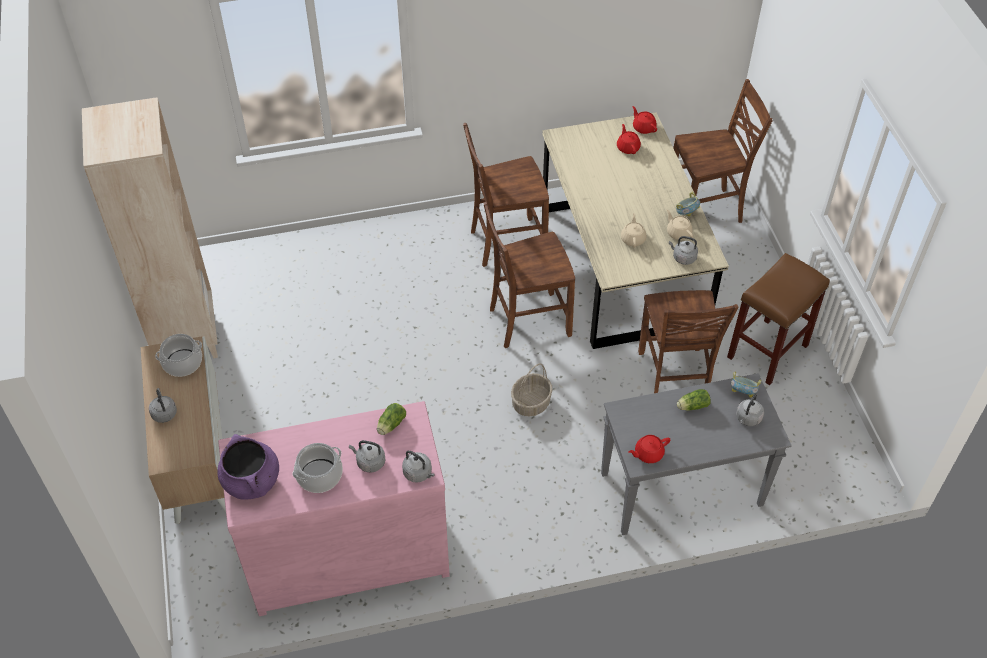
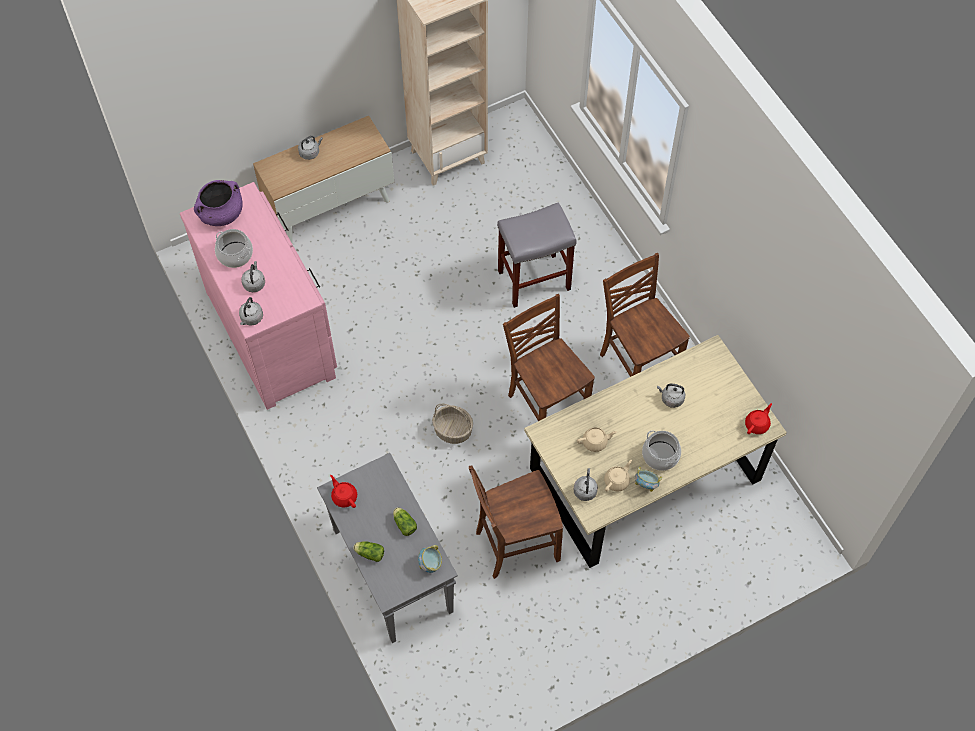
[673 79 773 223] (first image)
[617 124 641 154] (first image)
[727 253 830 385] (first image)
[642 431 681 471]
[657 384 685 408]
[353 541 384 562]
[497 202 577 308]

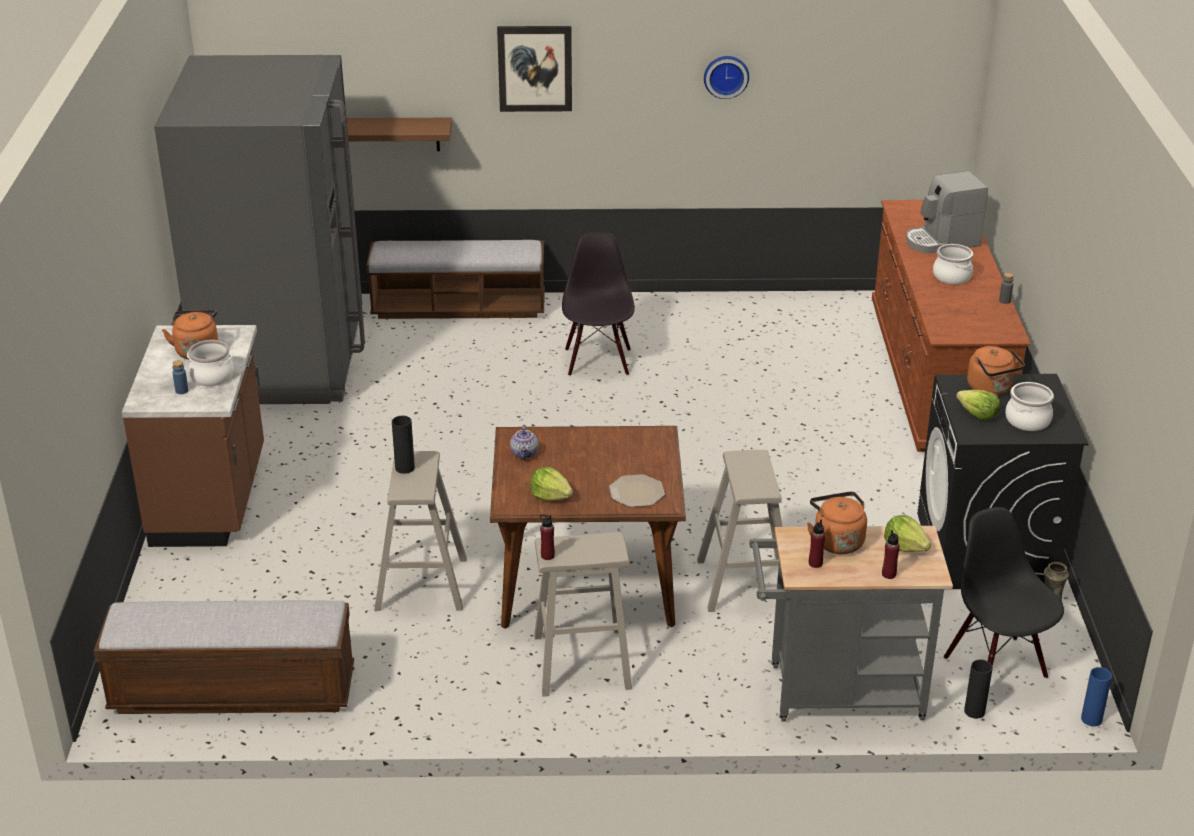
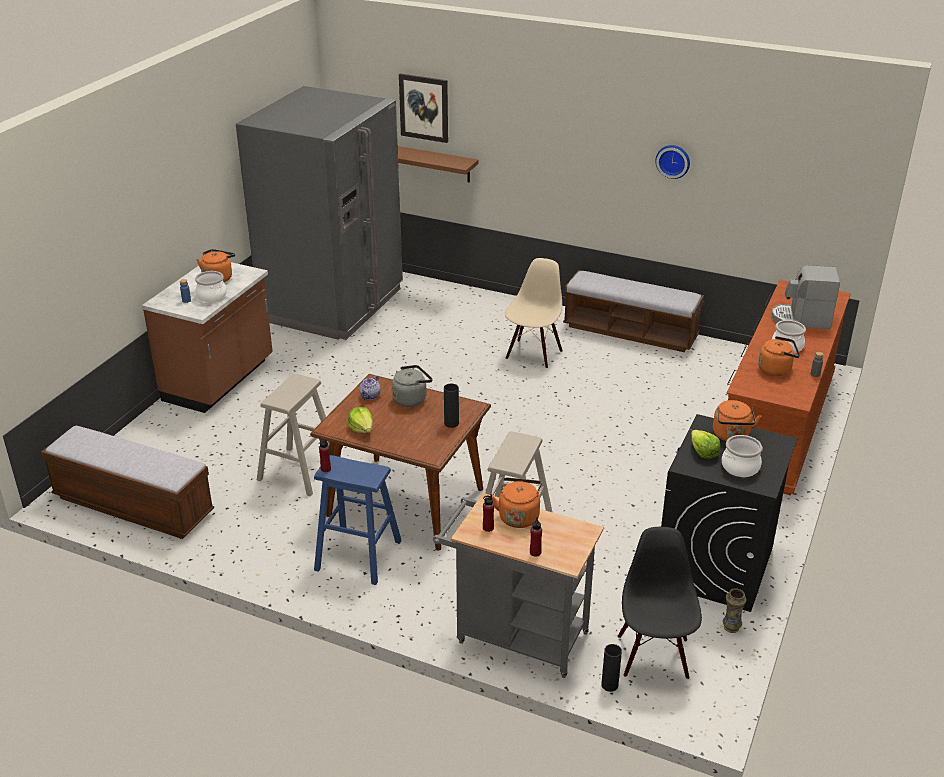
[399 73 448 143]
[505 258 563 369]
[563 270 704 352]
[444 383 459 428]
[609 474 665 507] (first image)
[884 515 931 552] (first image)
[314 455 402 585]
[1081 667 1112 726] (first image)
[758 336 800 376]
[392 365 433 407]

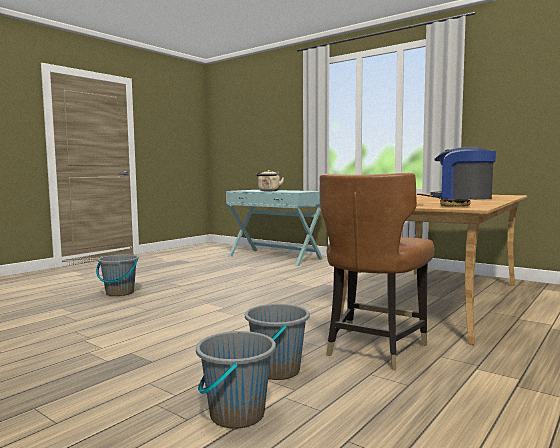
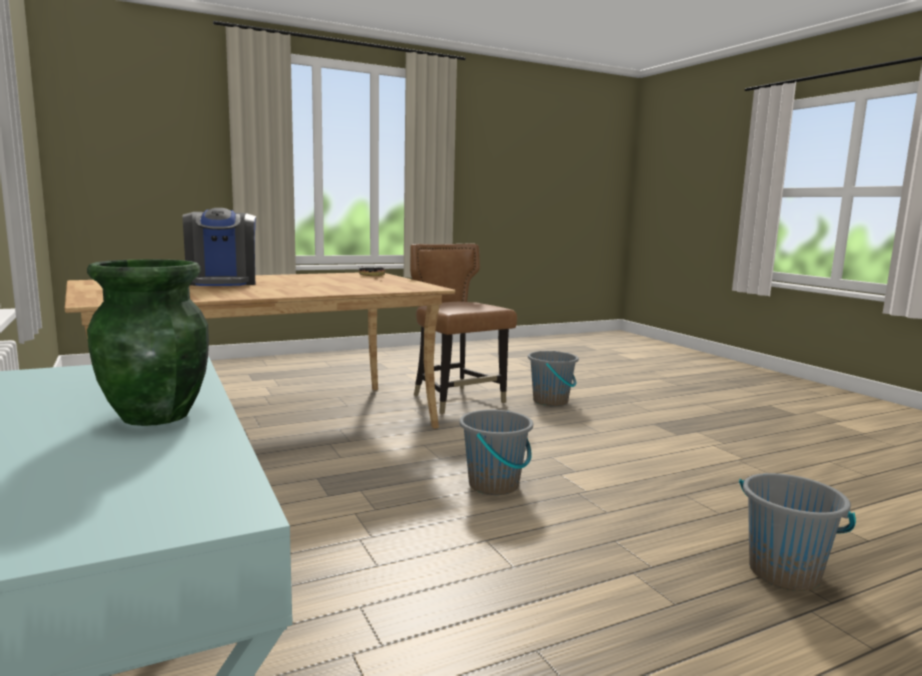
[87 259 209 426]
[410 244 517 414]
[459 410 533 495]

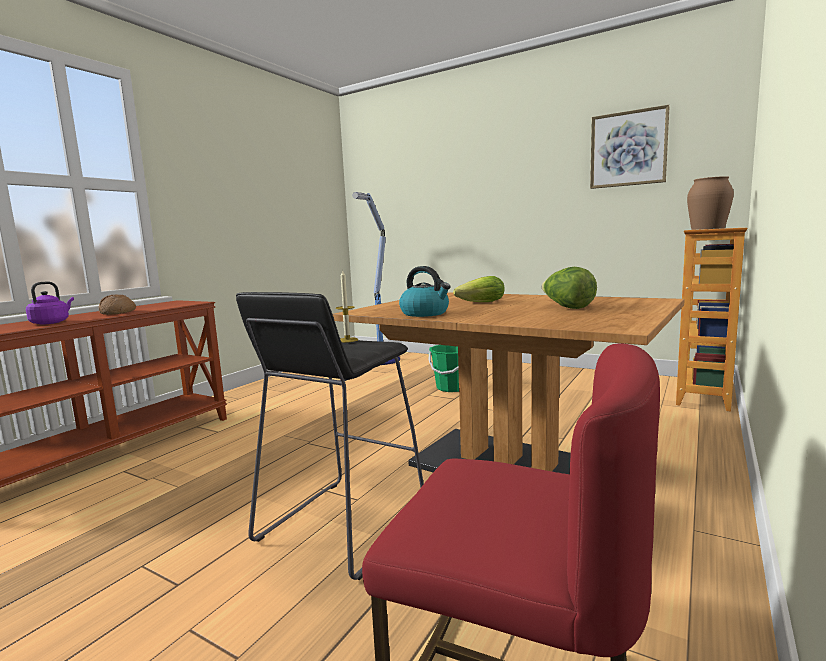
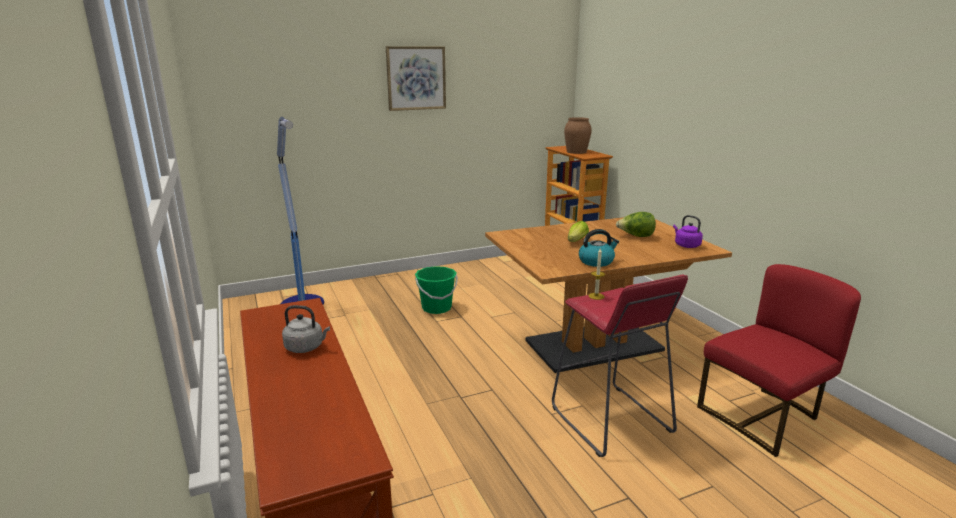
[386 46 446 111]
[673 215 703 248]
[552 275 688 457]
[282 305 330 353]

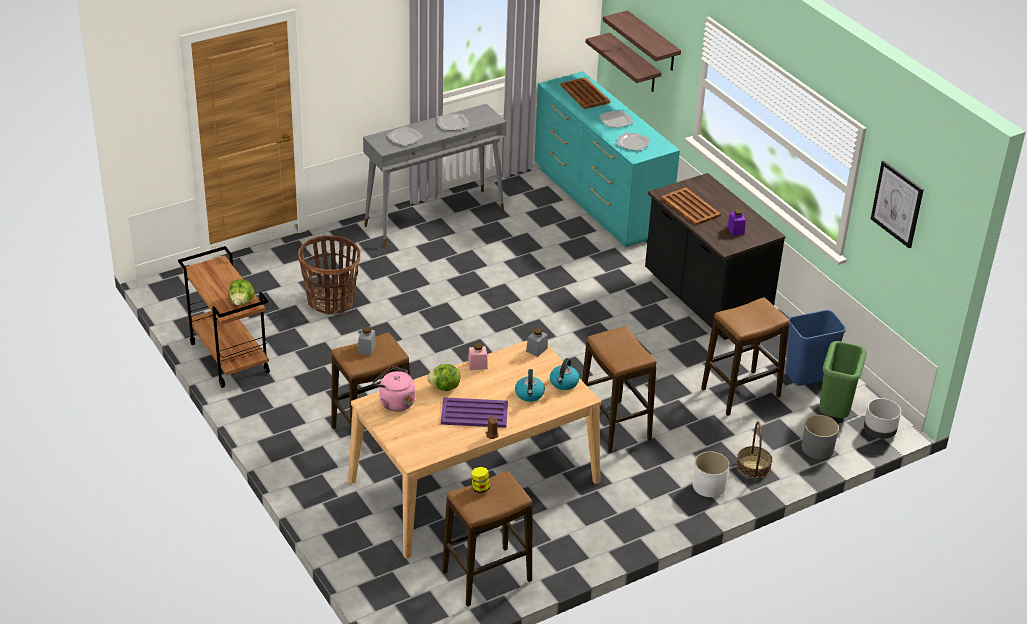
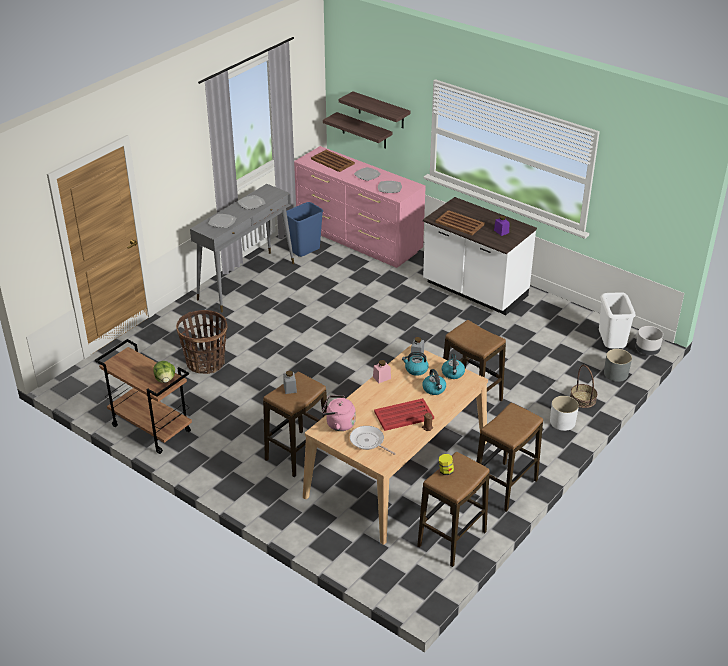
[294 146 426 268]
[871 161 924 248] (first image)
[423 197 537 315]
[477 402 543 512]
[286 202 323 257]
[599 292 636 349]
[427 364 460 391] (first image)
[374 398 434 431]
[402 352 429 376]
[350 426 396 455]

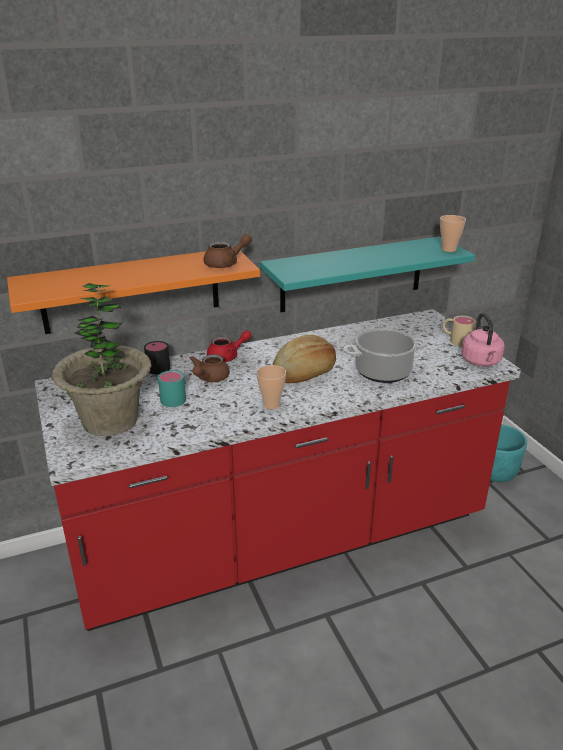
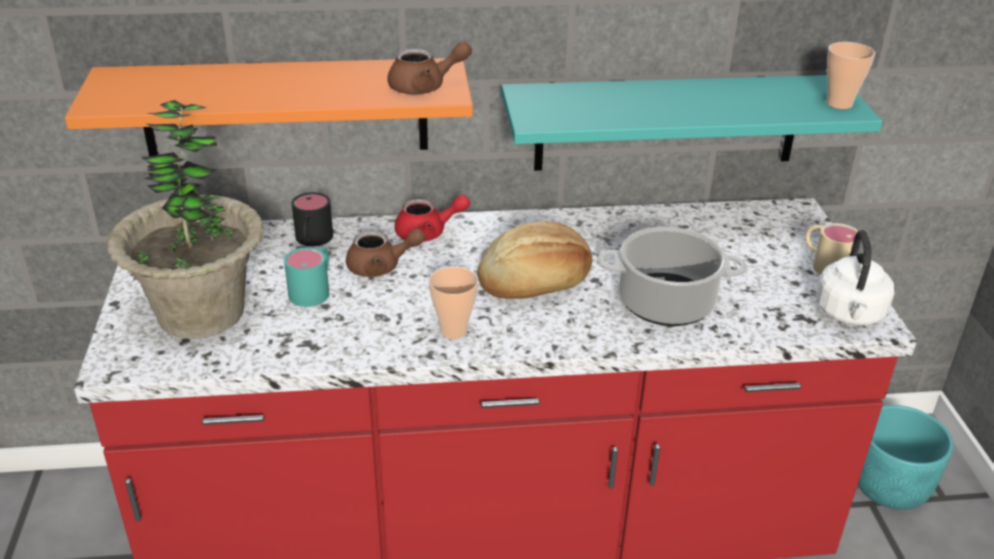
[816 230 894 325]
[346 228 426 277]

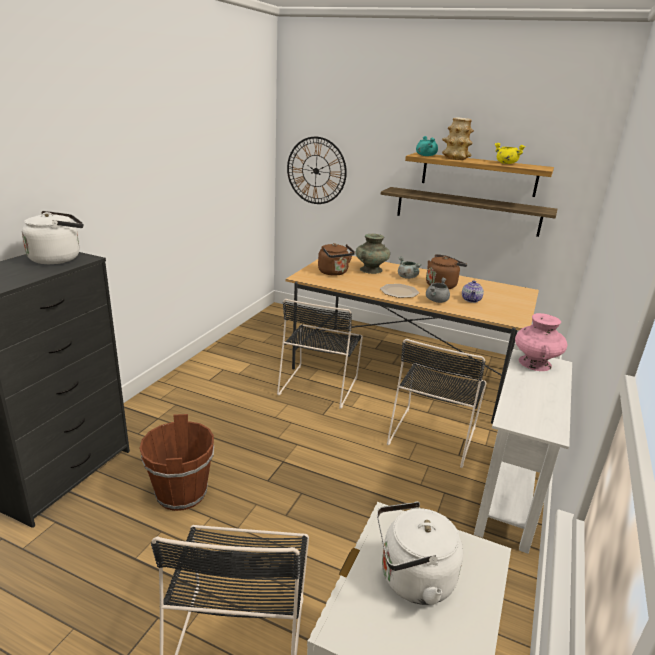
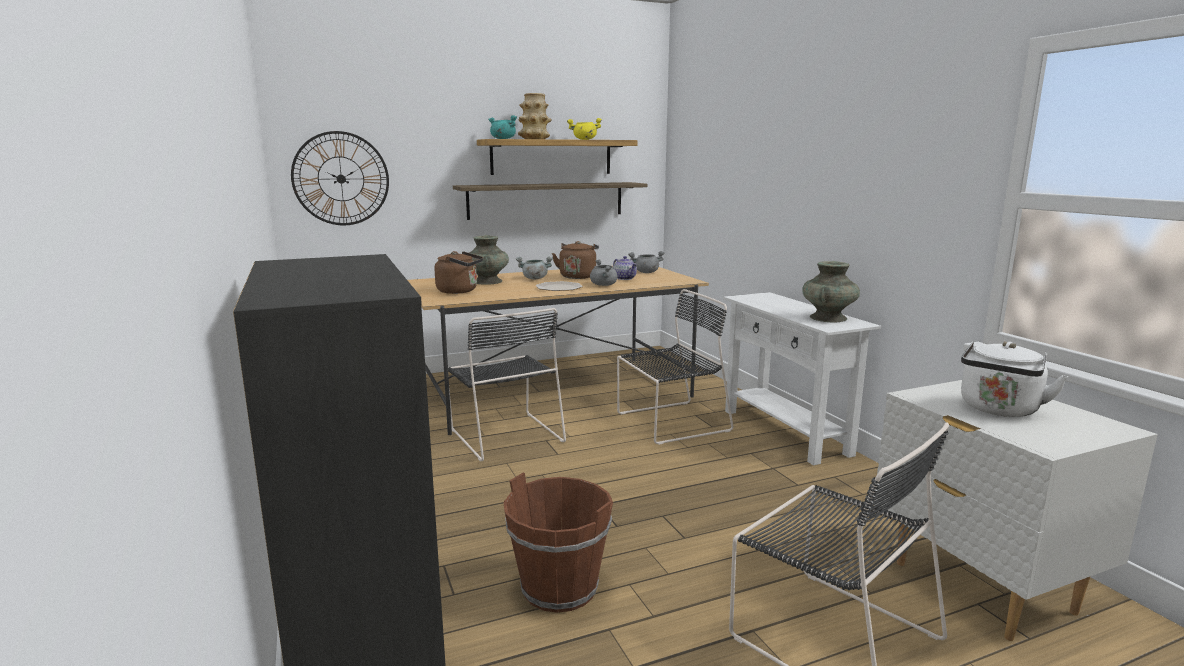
[22 211 83 264] (first image)
[515 313 567 371] (first image)
[617 289 733 445]
[628 251 664 273]
[802 261 860 322]

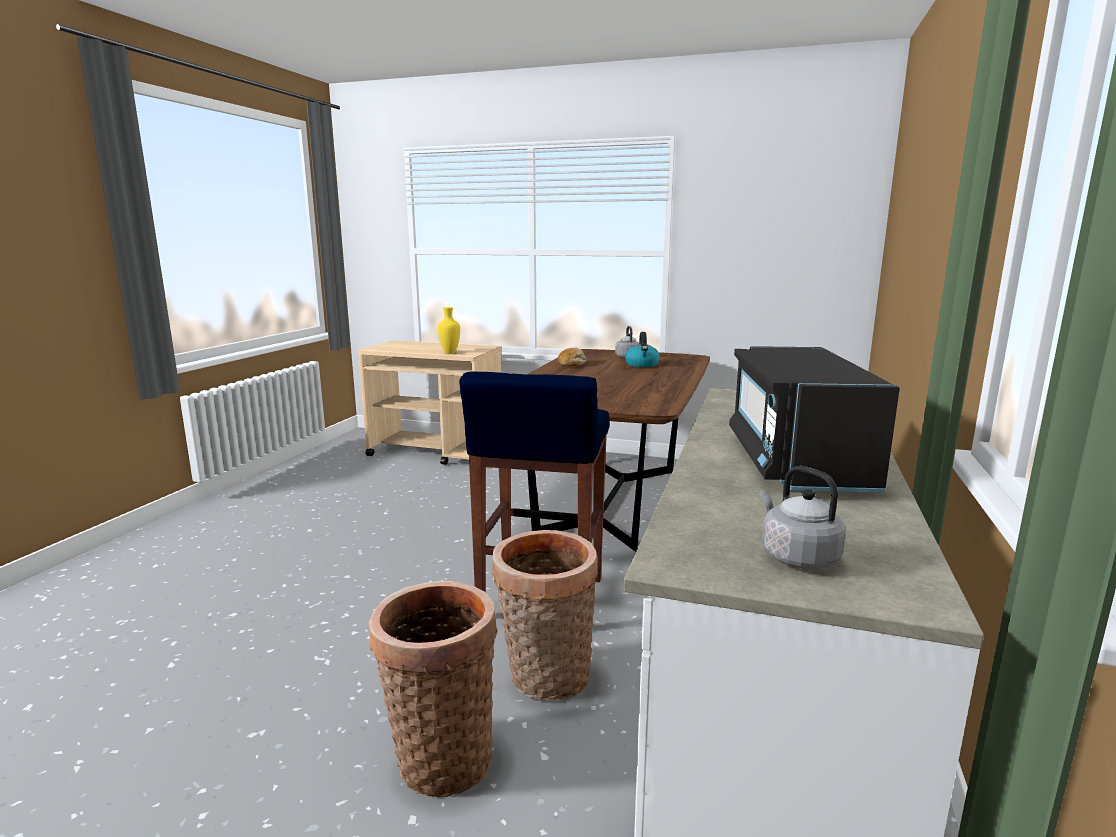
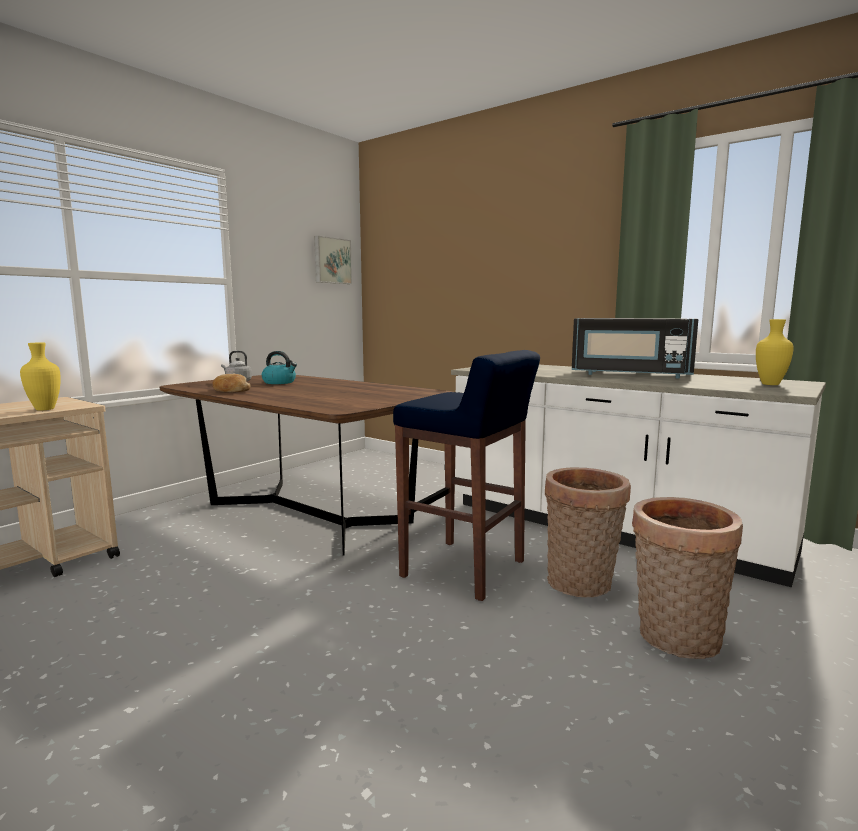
[756 319 794 385]
[314 236 352 284]

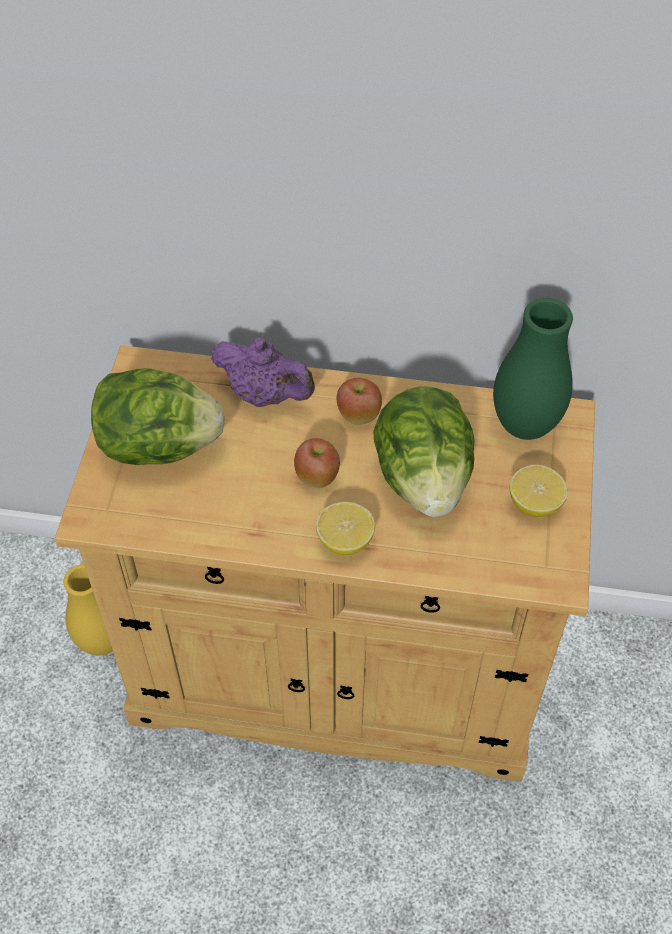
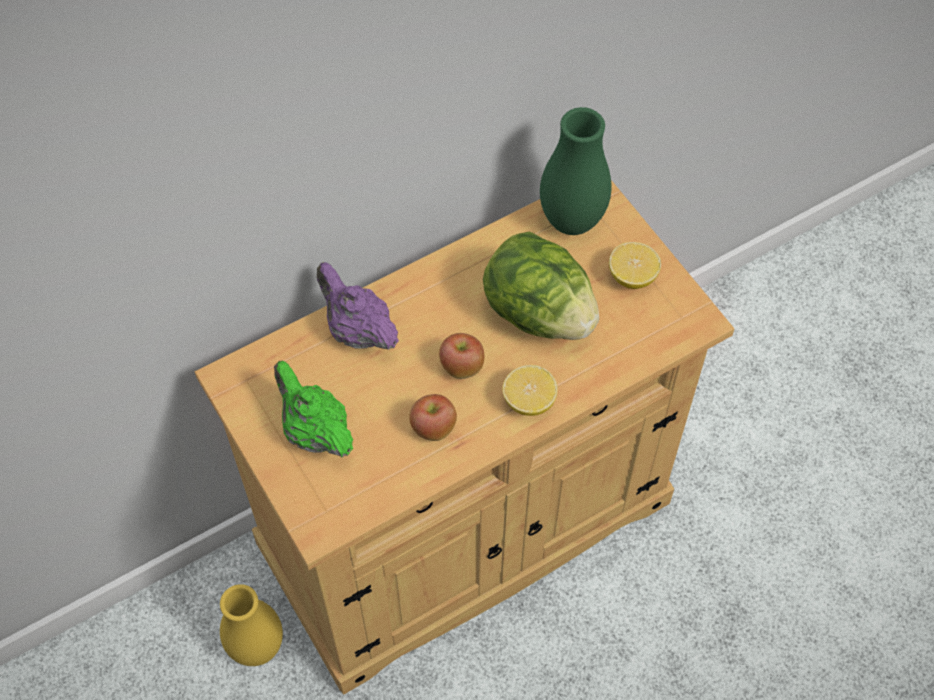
[317 262 399 350]
[274 361 353 457]
[409 394 457 441]

